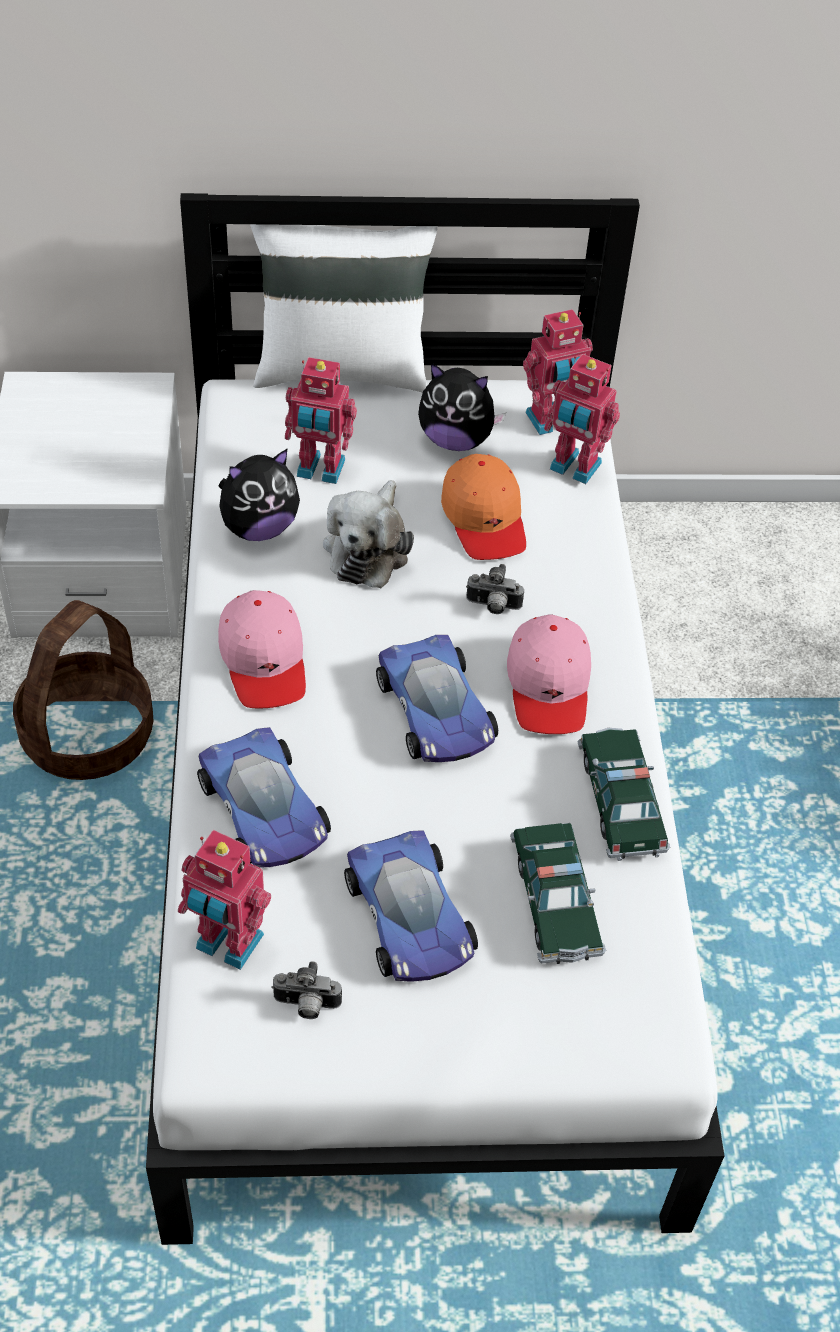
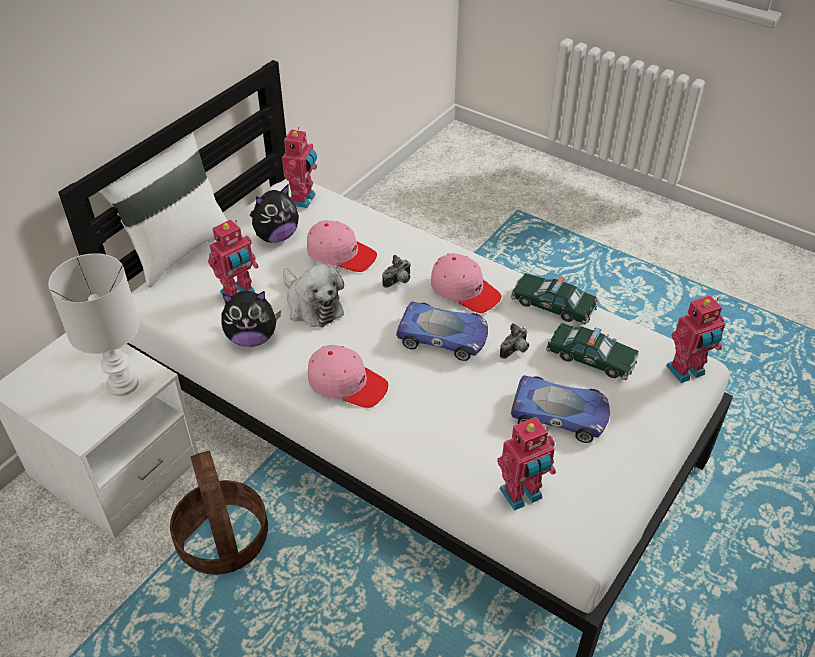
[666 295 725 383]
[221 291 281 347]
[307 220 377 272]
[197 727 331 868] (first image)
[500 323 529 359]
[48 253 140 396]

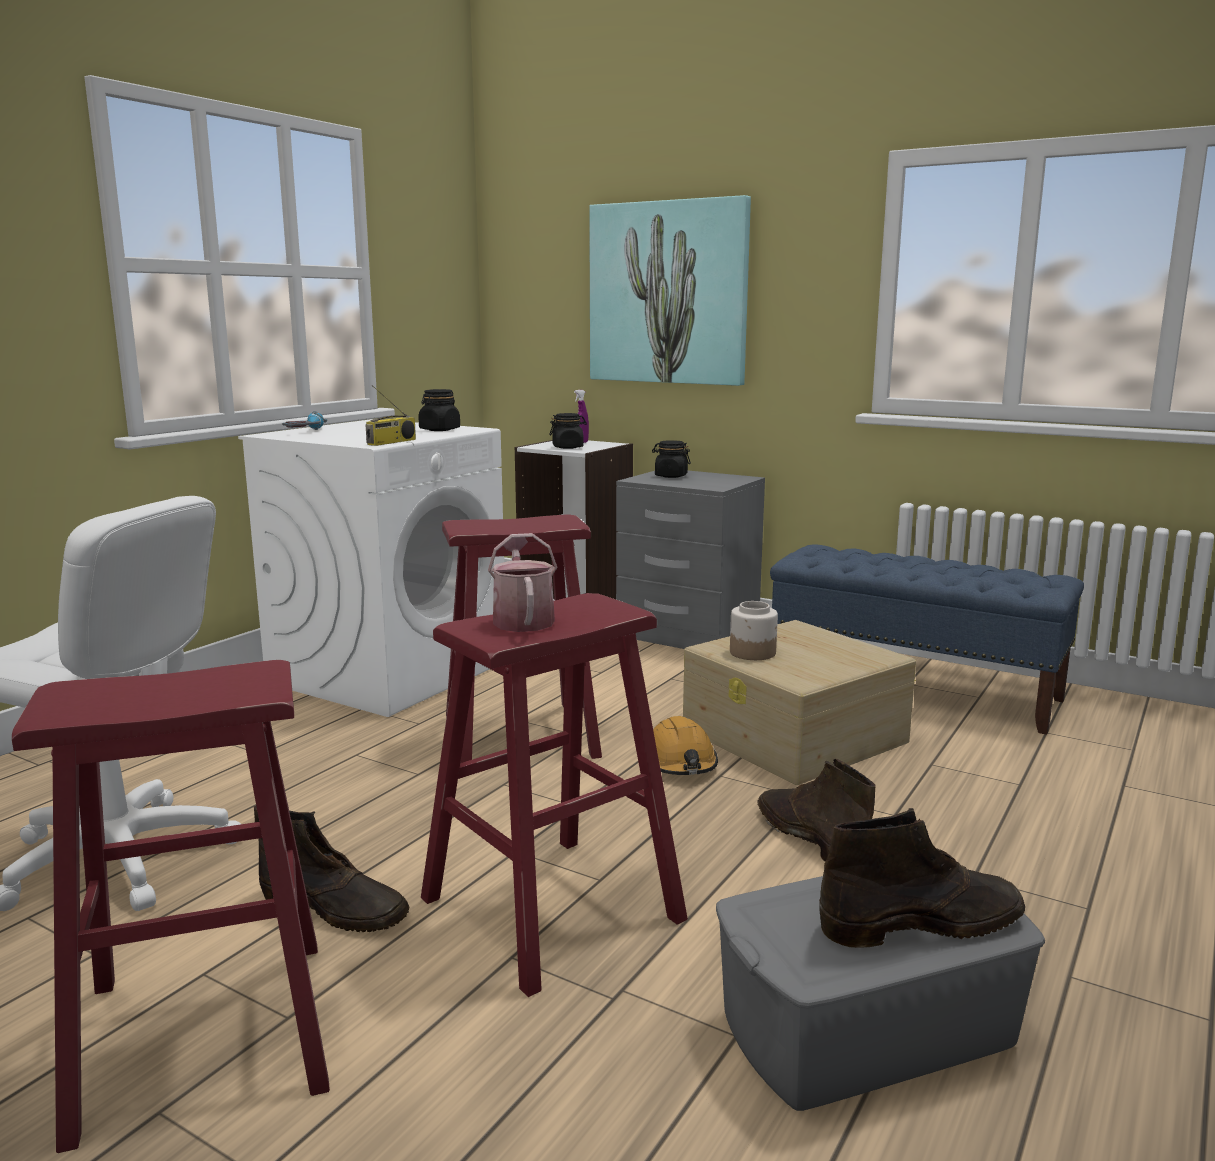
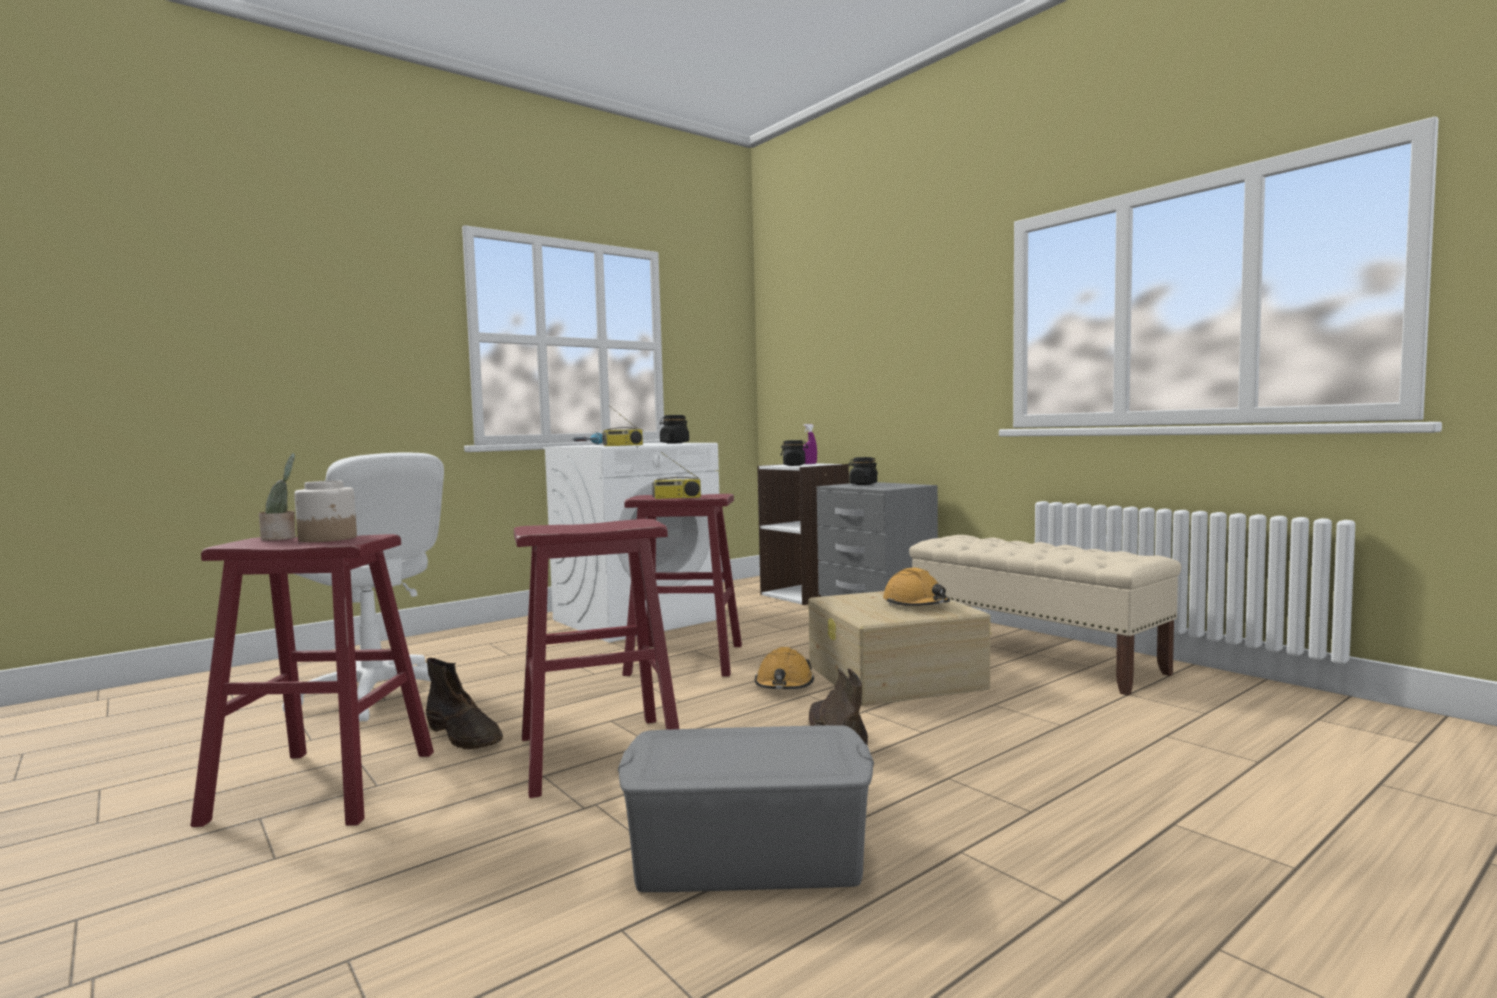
[589 195 751 386] (first image)
[488 533 558 632] (first image)
[909 535 1181 696]
[294 481 357 542]
[819 808 1025 948] (first image)
[652 452 701 499]
[259 453 295 541]
[883 568 950 606]

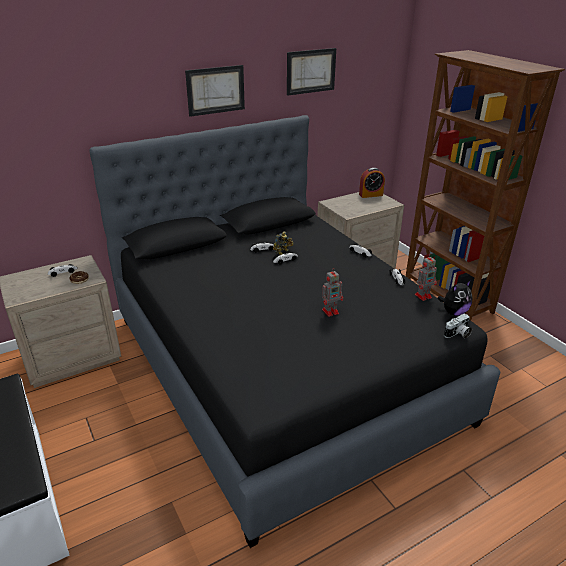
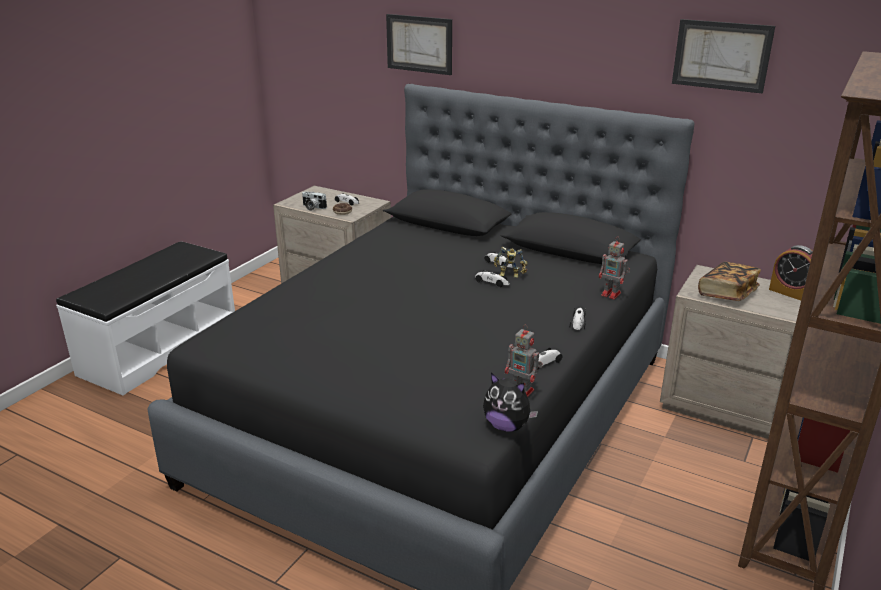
[386 14 452 75]
[599 236 630 299]
[302 192 327 211]
[698 262 761 301]

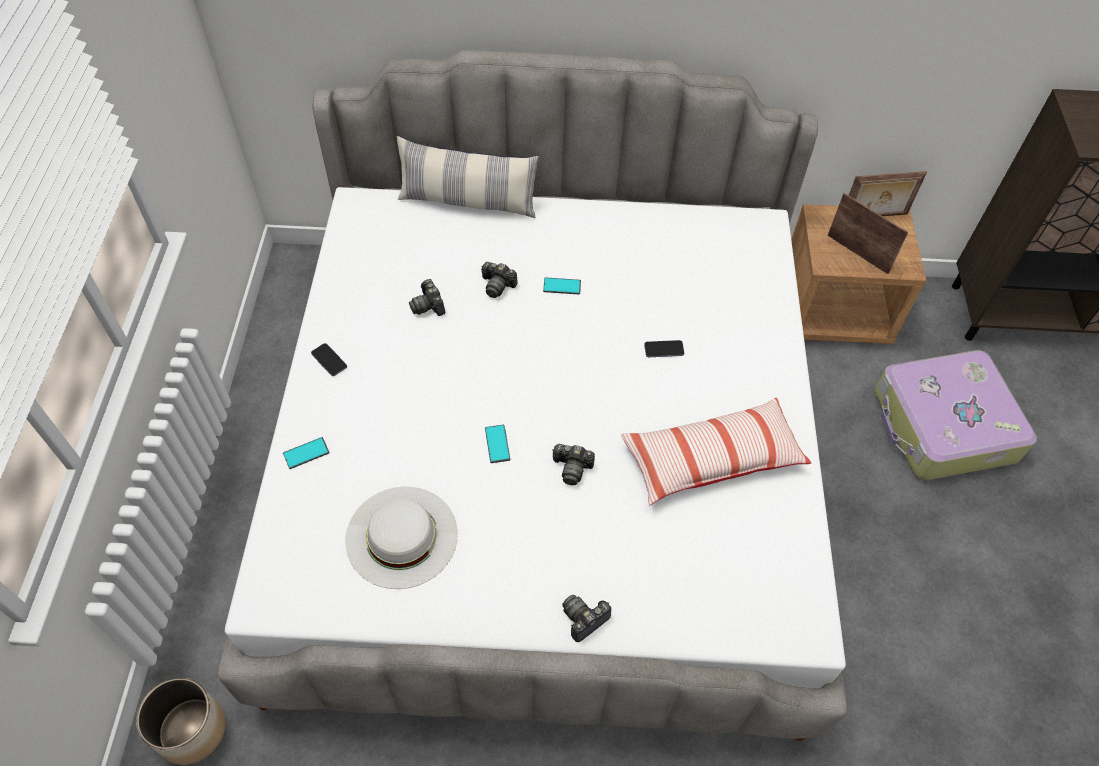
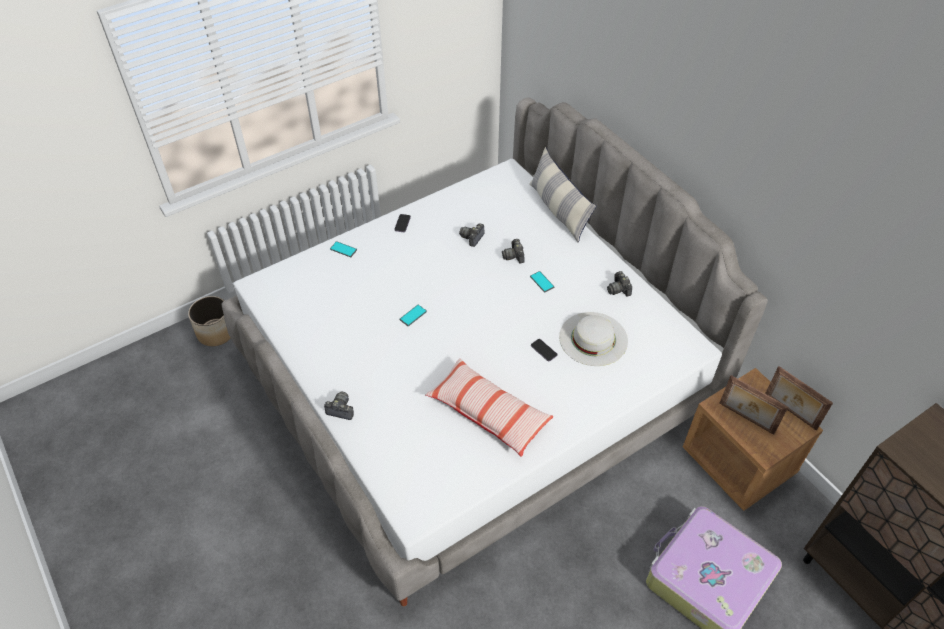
[719 375 788 435]
[607 271 632 297]
[559 312 628 366]

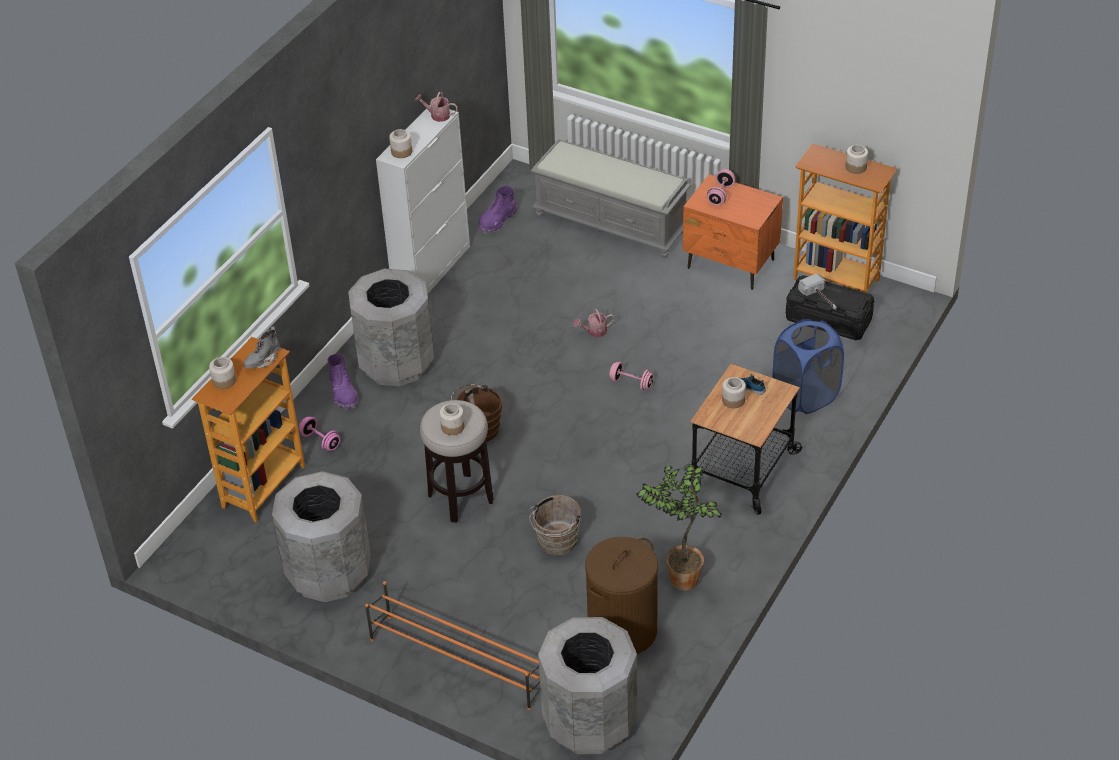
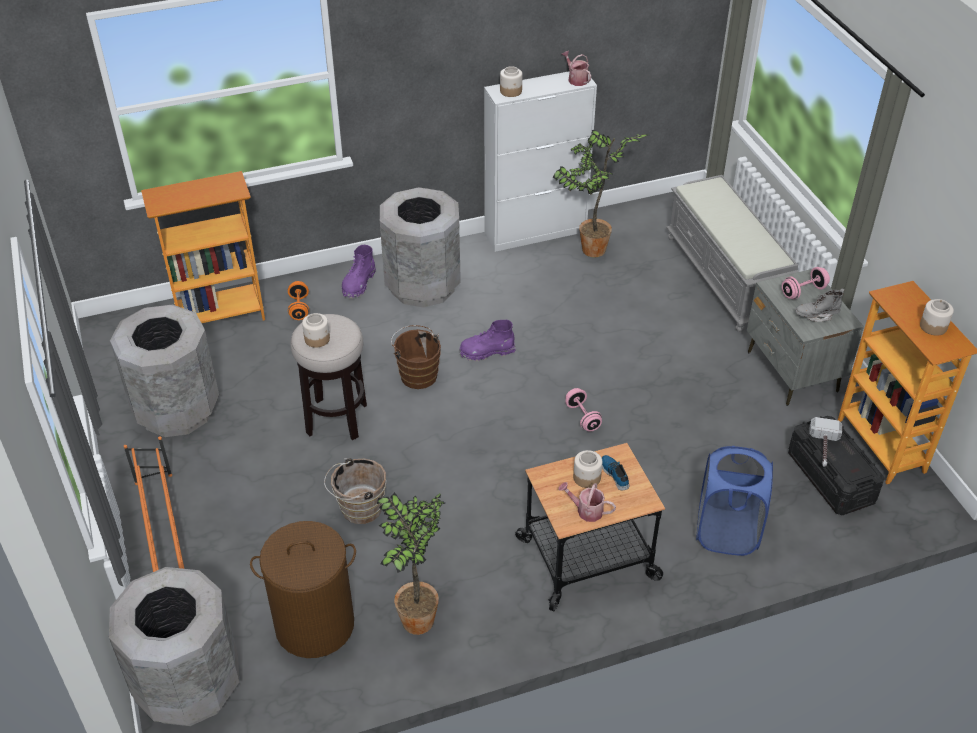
[747 269 864 406]
[459 320 516 361]
[558 482 616 522]
[795 288 845 322]
[209 357 236 389] (first image)
[288 281 309 320]
[553 130 648 257]

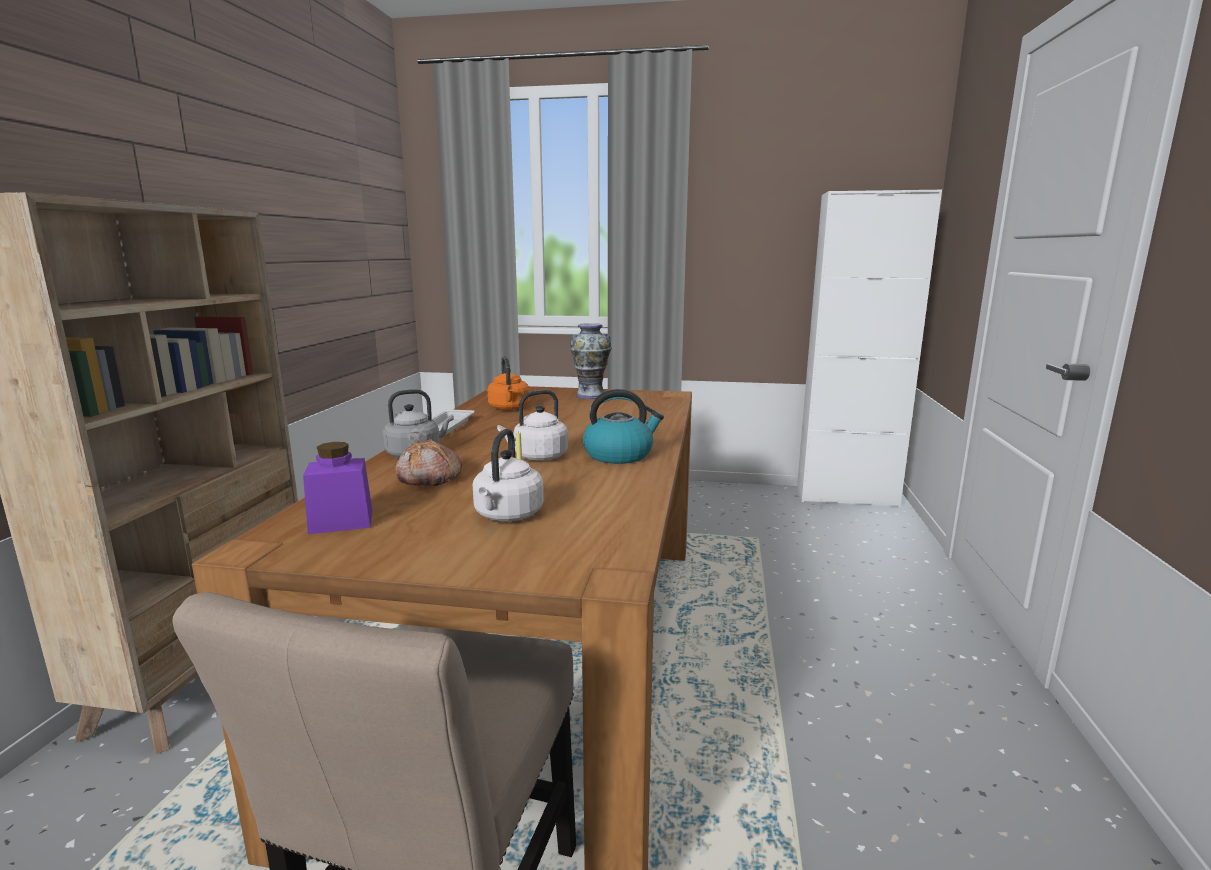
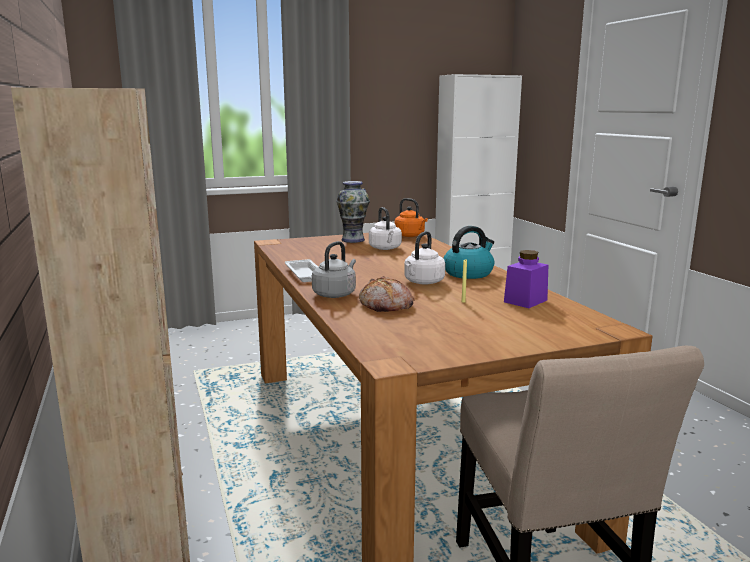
[395 198 428 237]
[369 207 402 250]
[504 250 548 308]

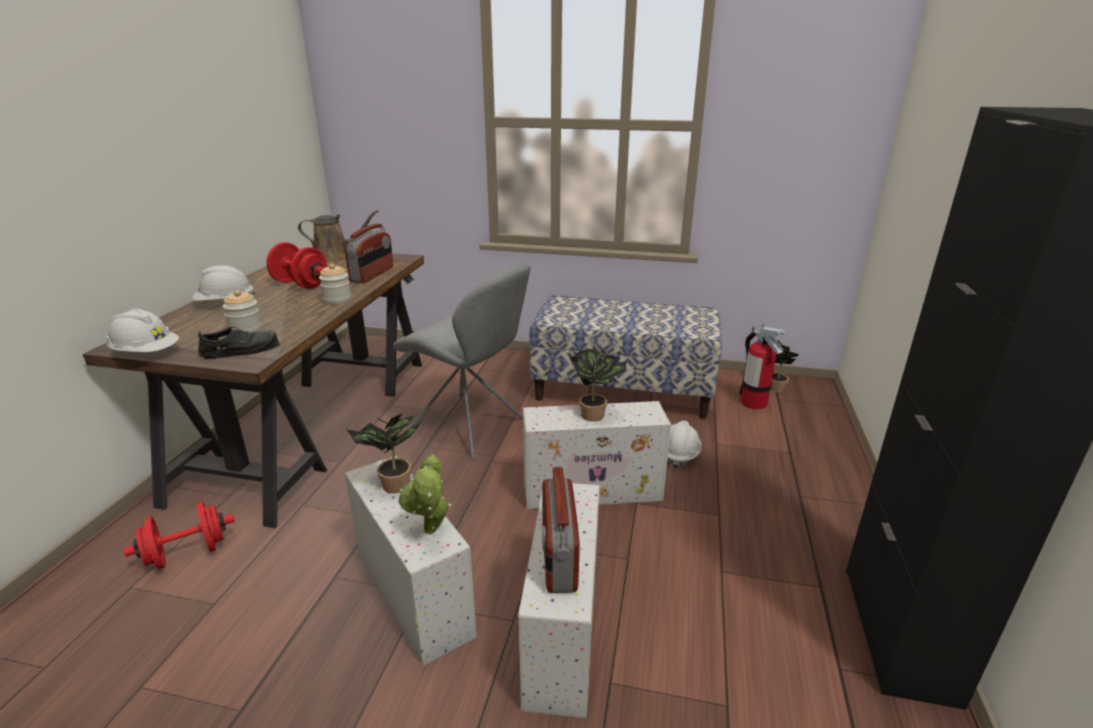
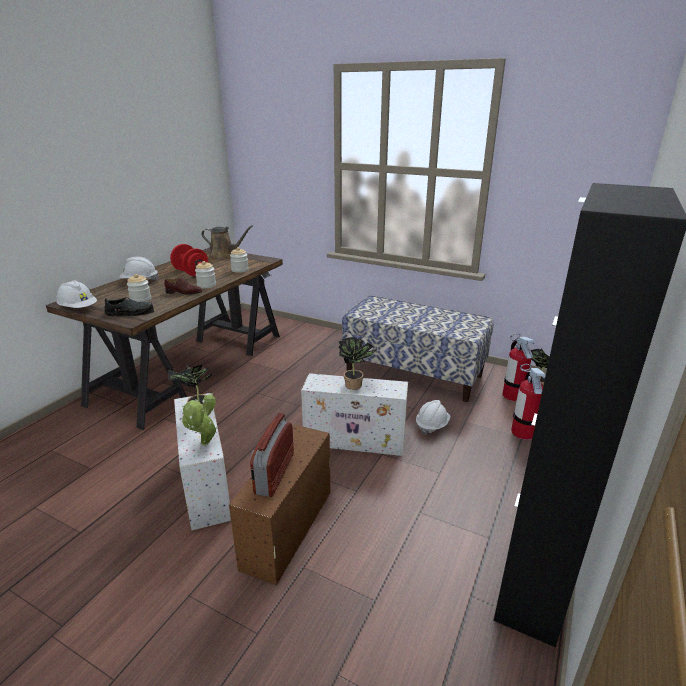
[230 247 249 273]
[393 262 531 460] (first image)
[229 425 330 585]
[124 501 235 570] (first image)
[165 277 202 295]
[511 364 546 440]

